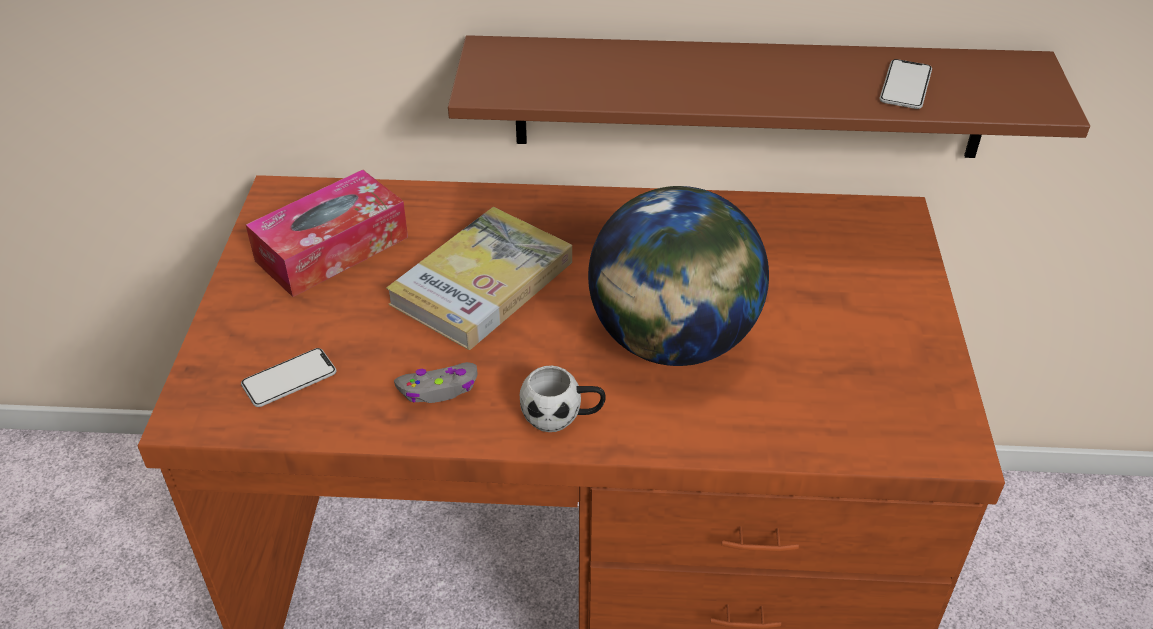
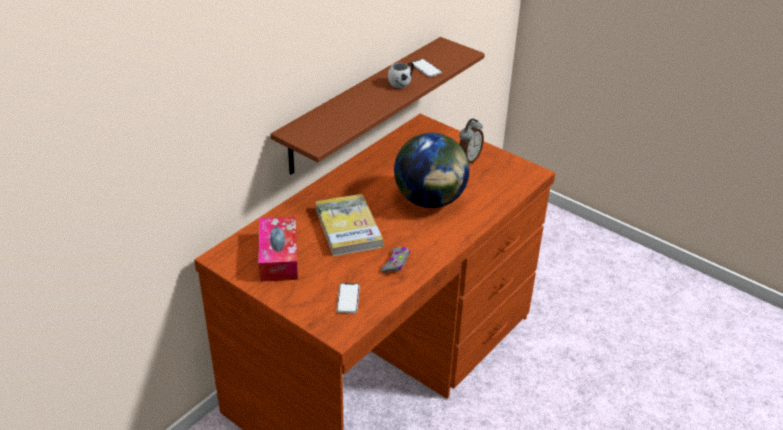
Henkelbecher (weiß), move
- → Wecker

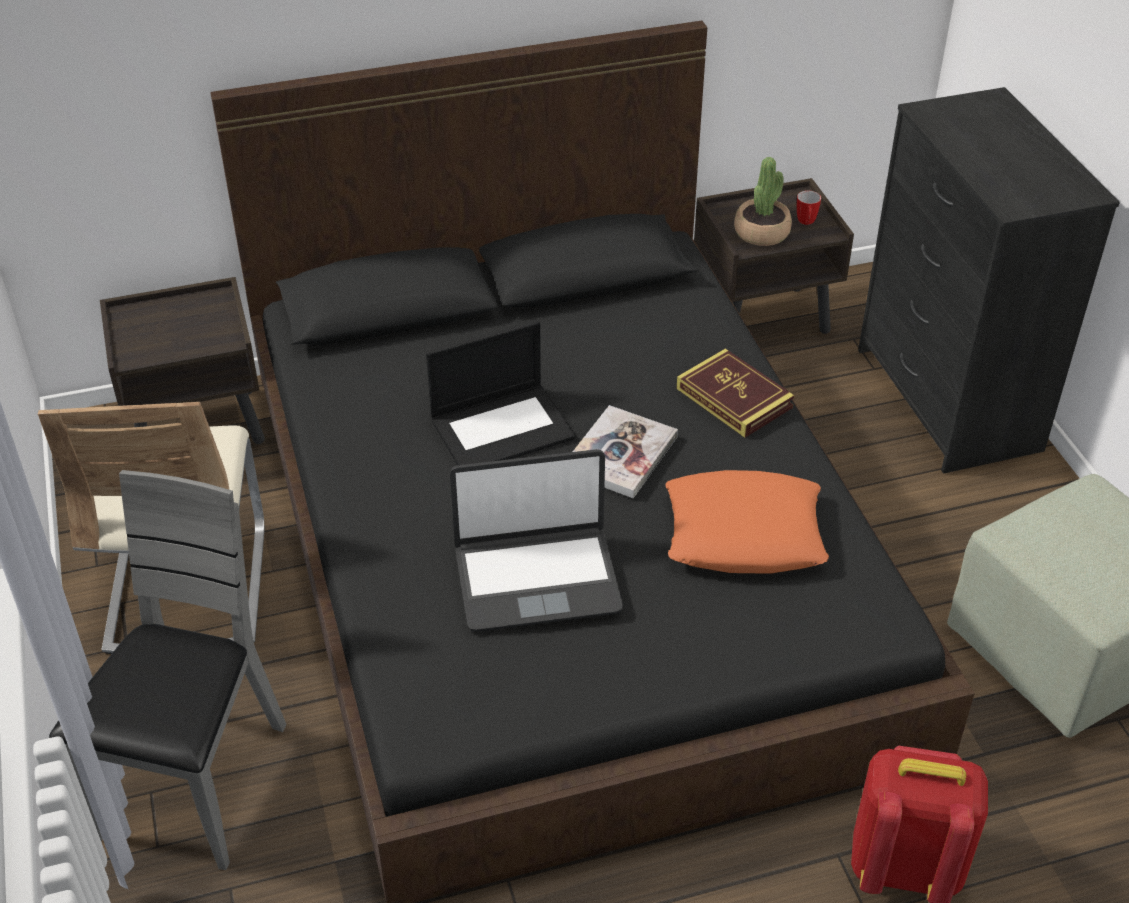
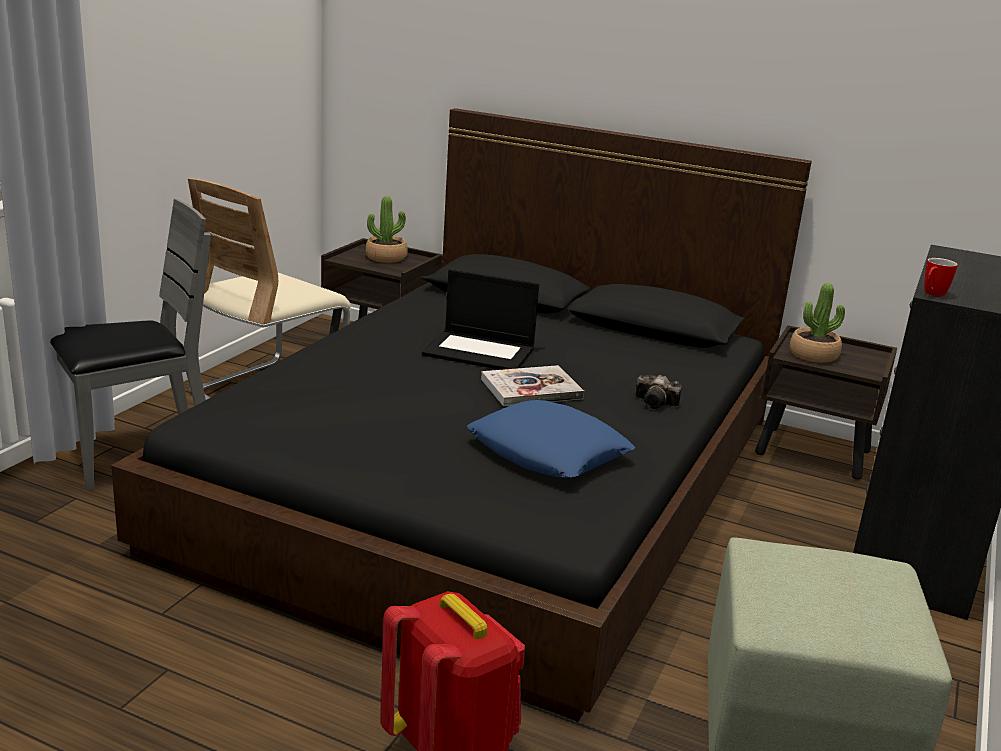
Laptop (2nd from left) → -
Kissen (orange) → Kissen (blau)
Buch (2nd from left) → Kamera
Henkelbecher, move
- → Topfpflanze (1st from left)

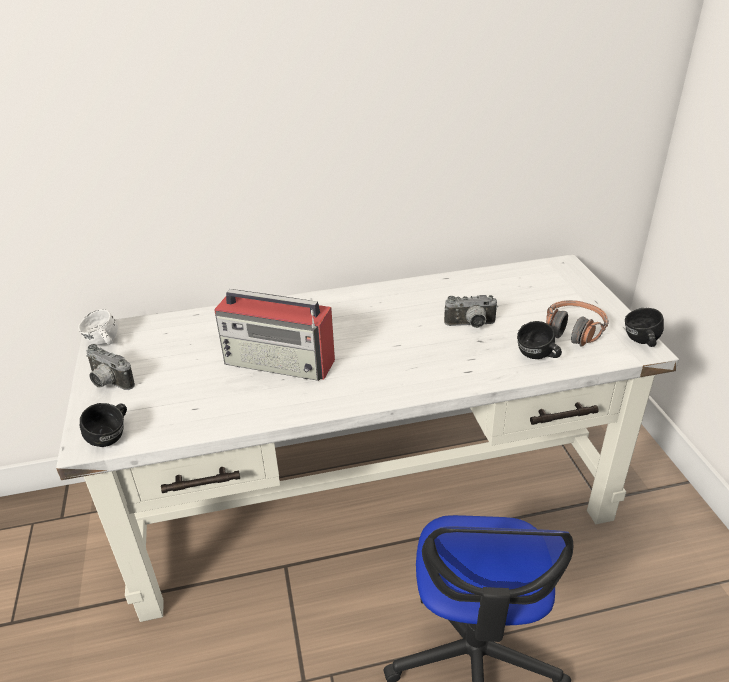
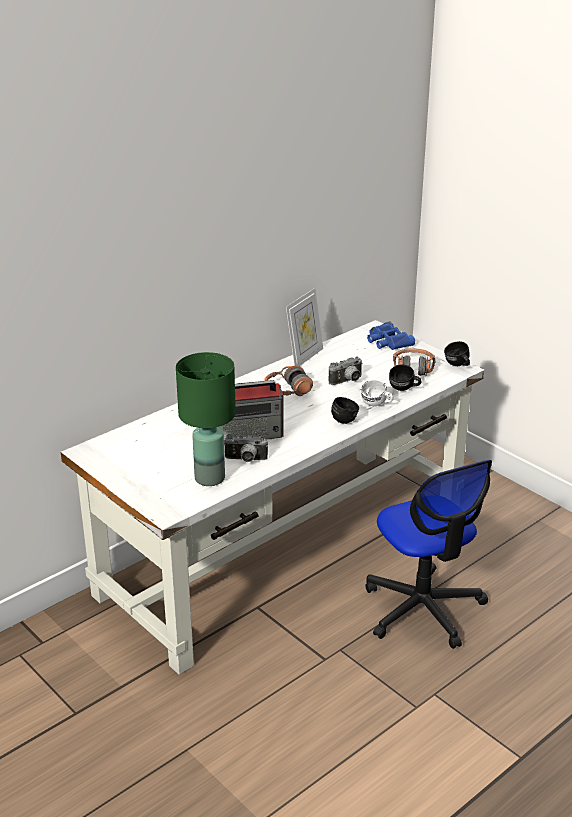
Henkelbecher (weiß), move
Henkelbecher (schwarz) (1st from left), move
Kamera (1st from left), move
- → Tischlampe (grün)
- → Kopfhörer (1st from left)
- → Bilderrahmen
- → Fernglas (blau)

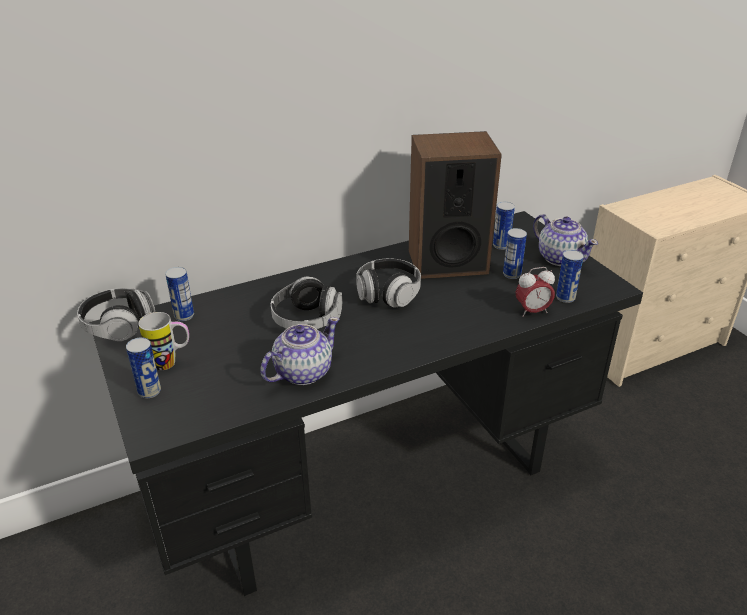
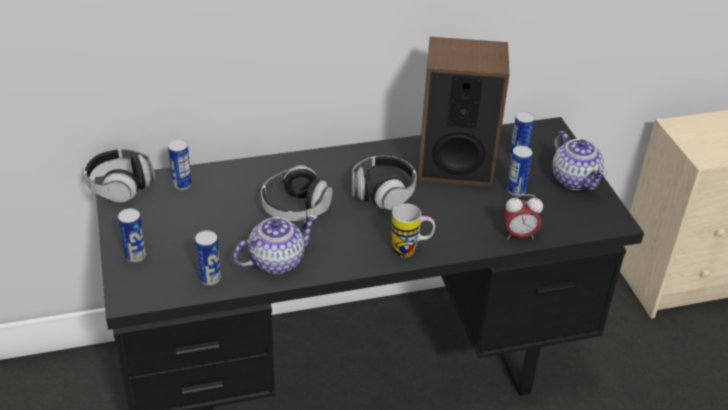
Henkelbecher, move
Dose (5th from left in the first image) → Dose (3rd from left), move

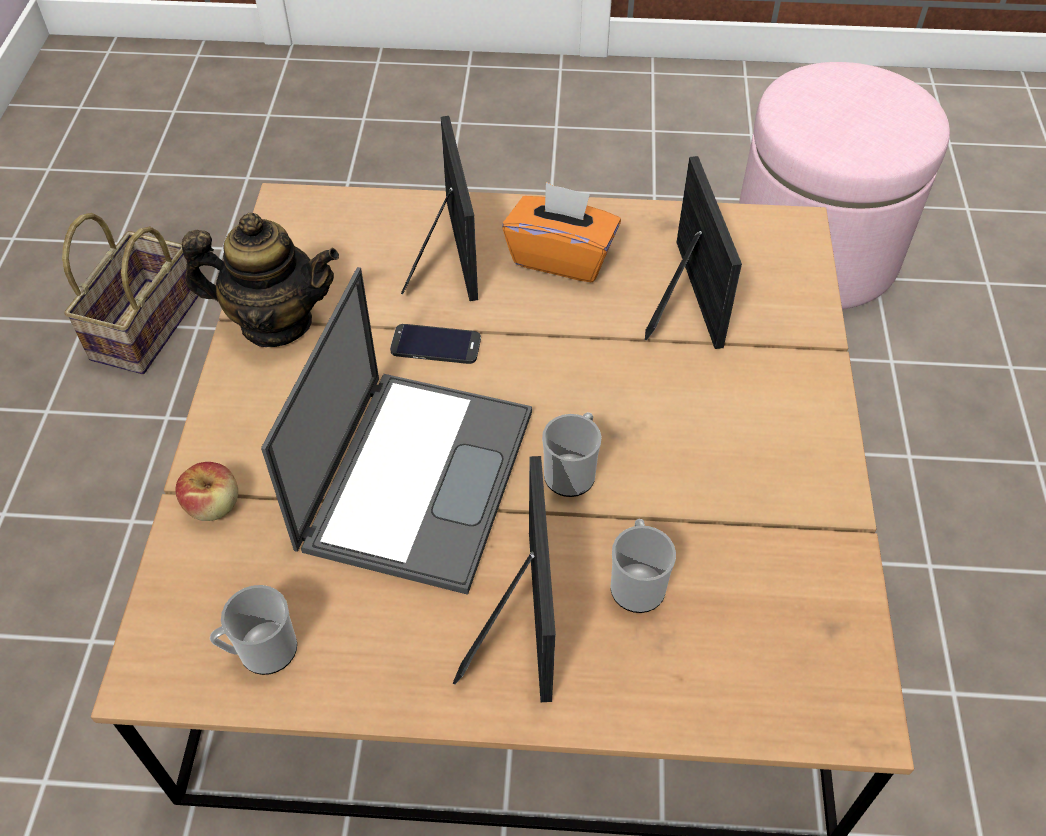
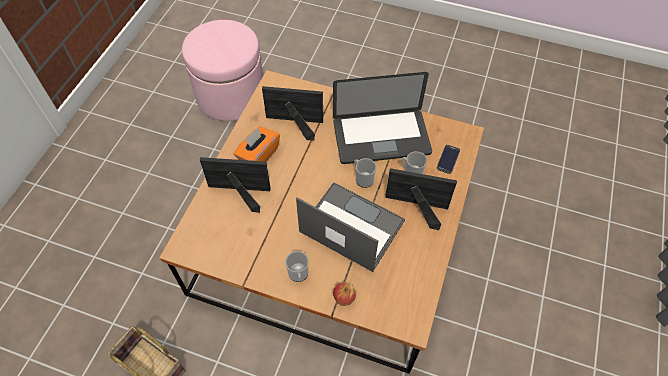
Teekanne → -
Henkelbecher (1st from left), move
Handy, move
- → Laptop (2nd from left)

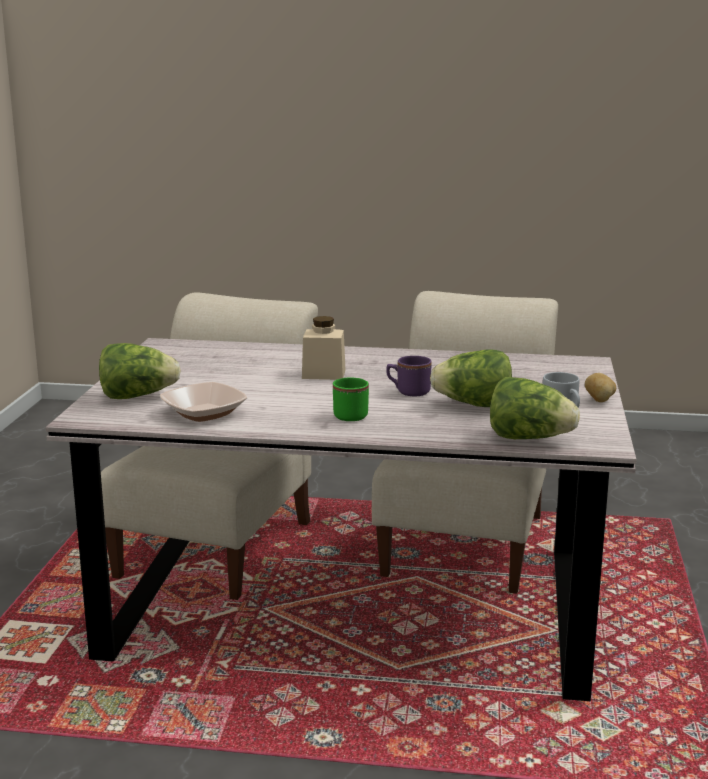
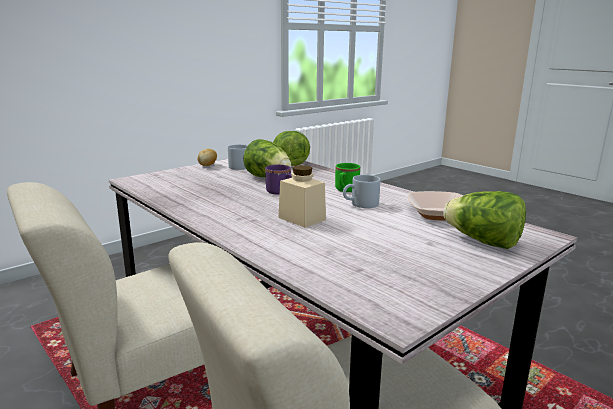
- → Henkelbecher (grau) (2nd from left)

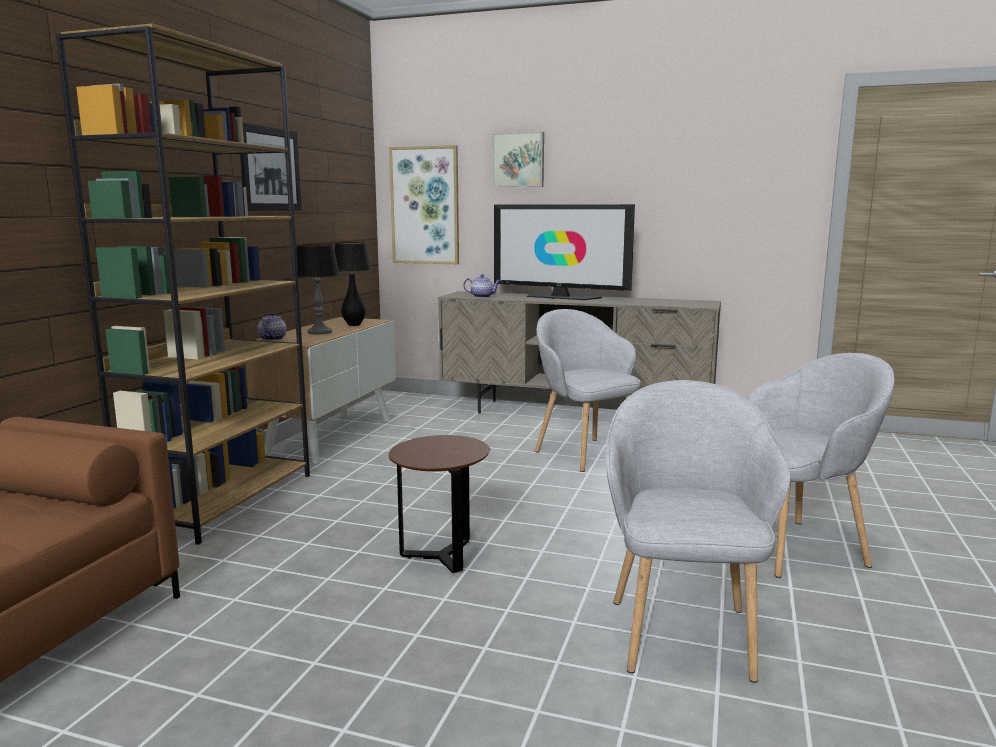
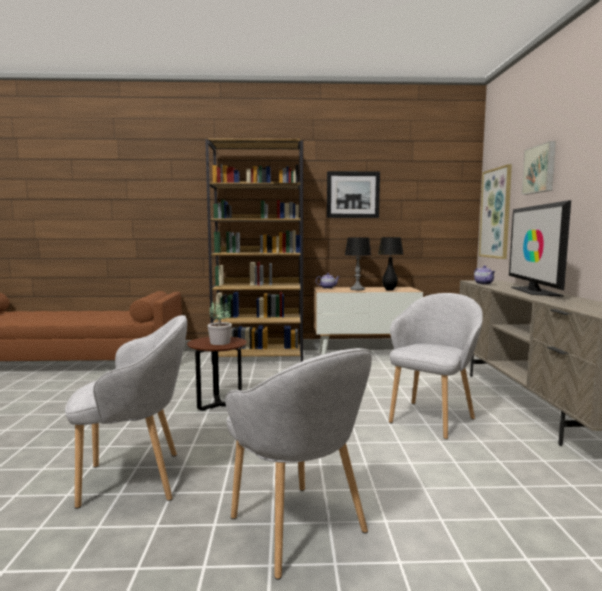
- → Topfpflanze

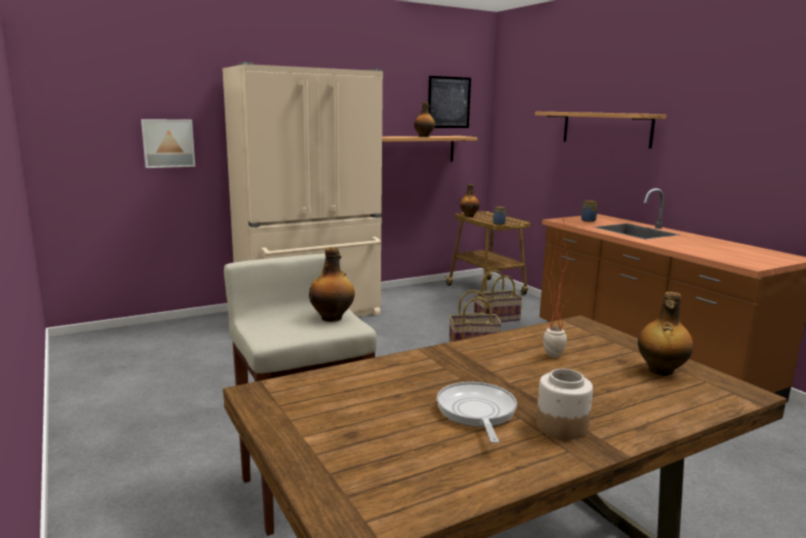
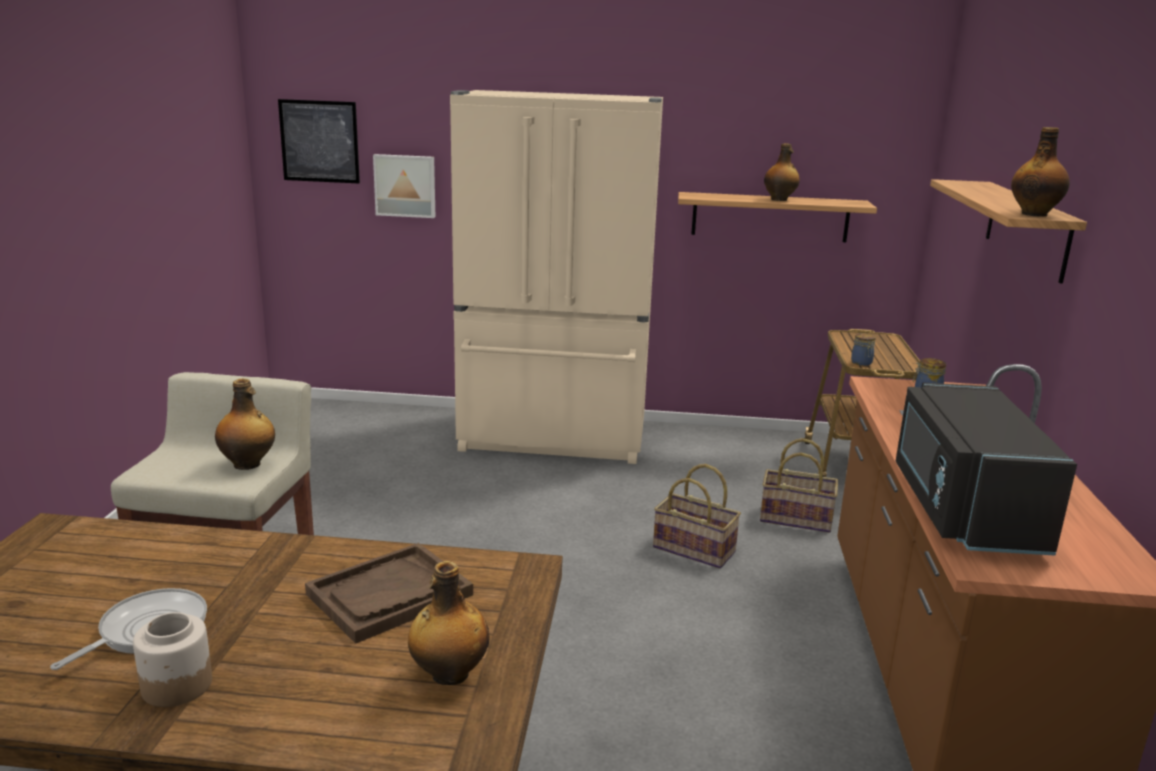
Bild (2nd from left in the first image) → Bild (1st from left), move
Flasche (3rd from left in the first image) → Flasche (4th from left), move
Topfpflanze → Tablett (braun)
- → Mikrowelle (schwarz)

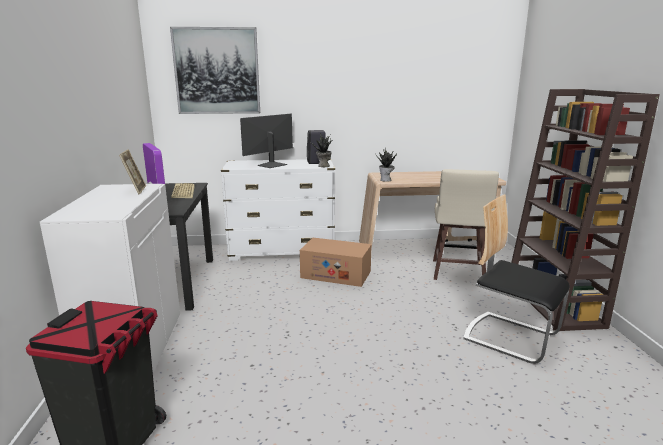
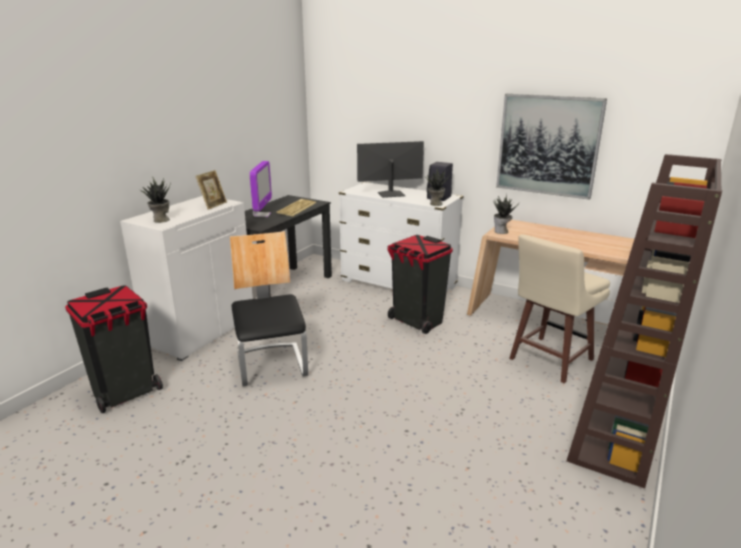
Bild, move
Karton → Mülleimer (schwarz) (2nd from left)
Stuhl, move
- → Topfpflanze (1st from left)

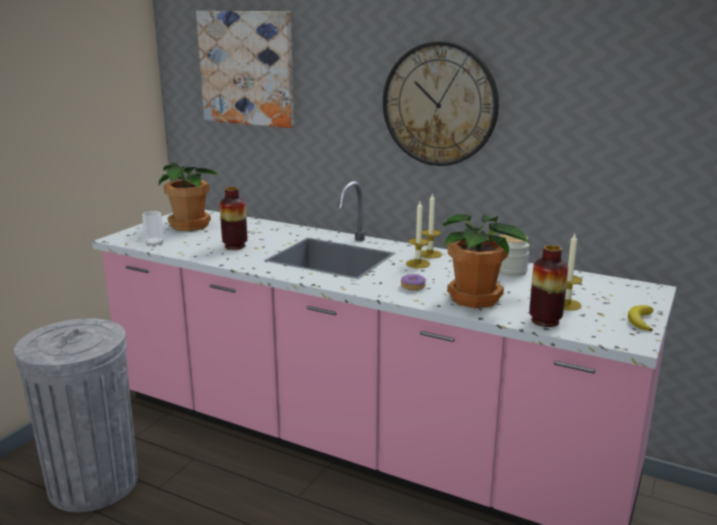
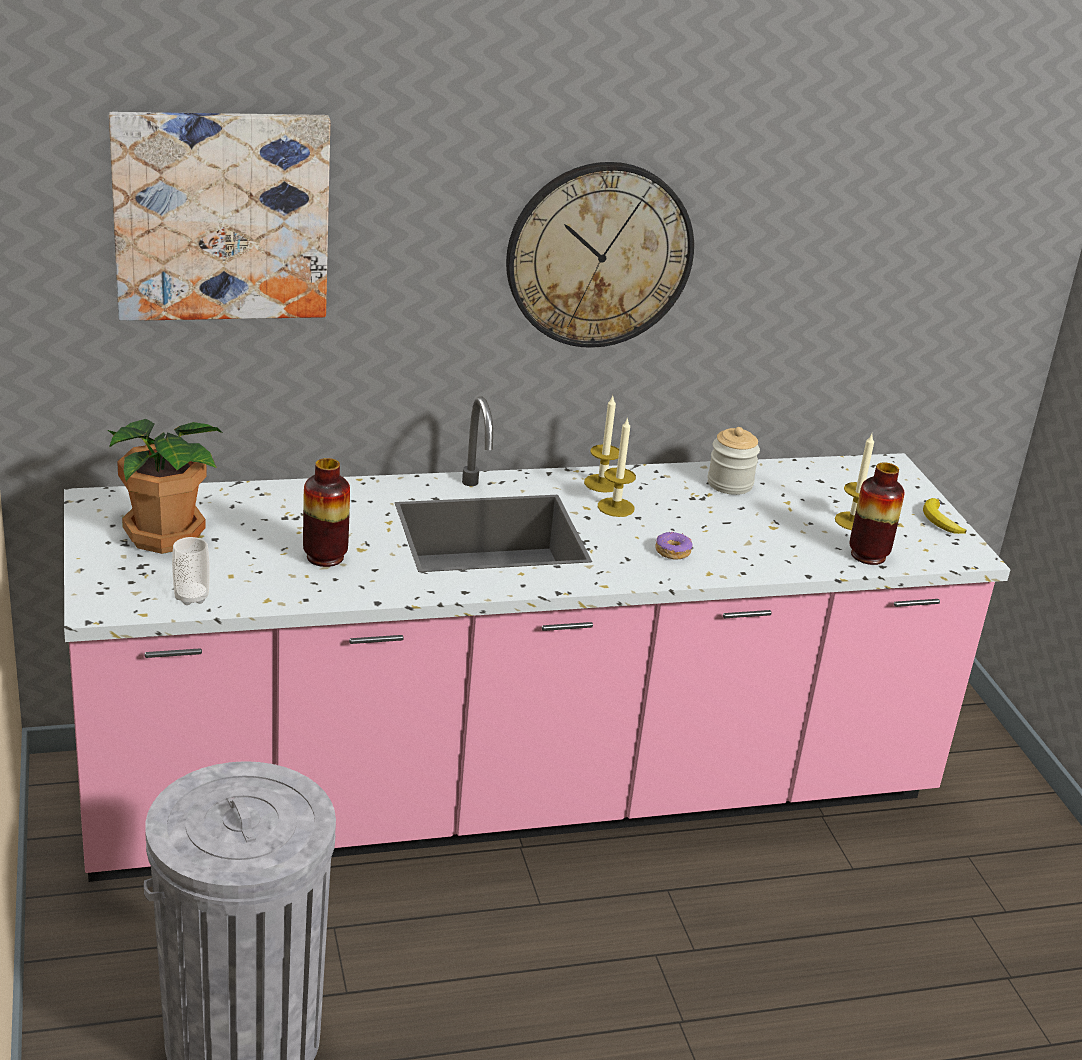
Topfpflanze (2nd from left) → -

